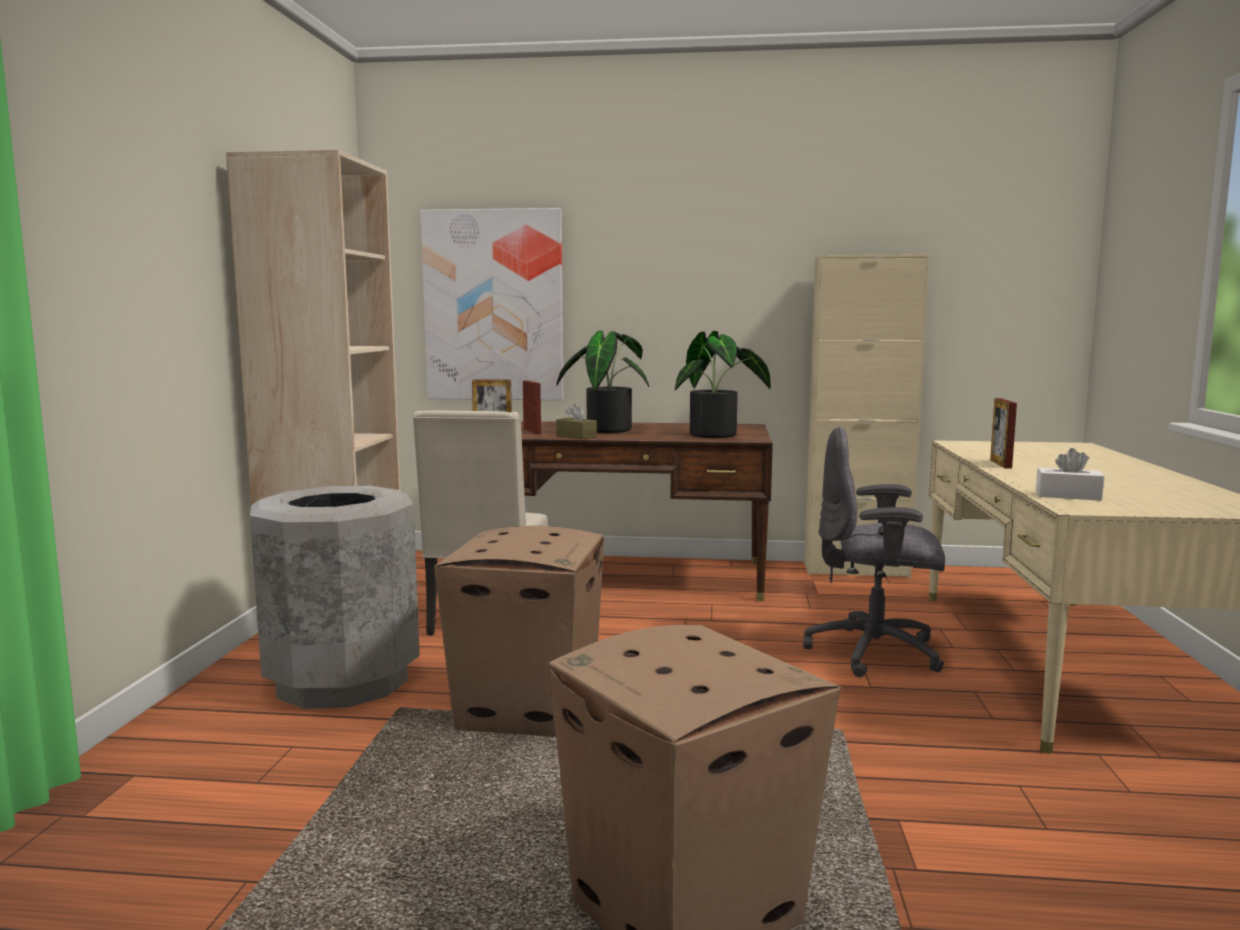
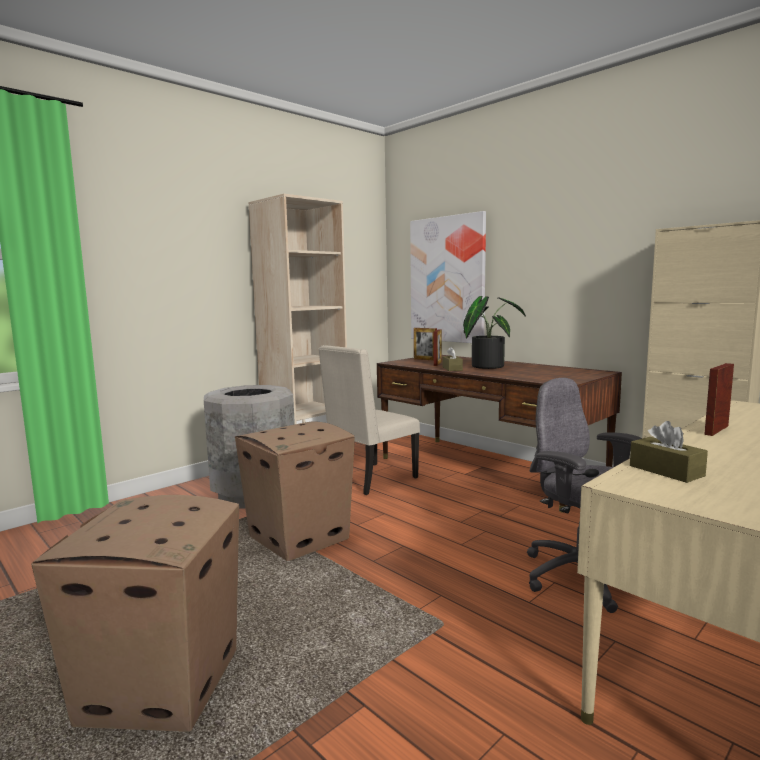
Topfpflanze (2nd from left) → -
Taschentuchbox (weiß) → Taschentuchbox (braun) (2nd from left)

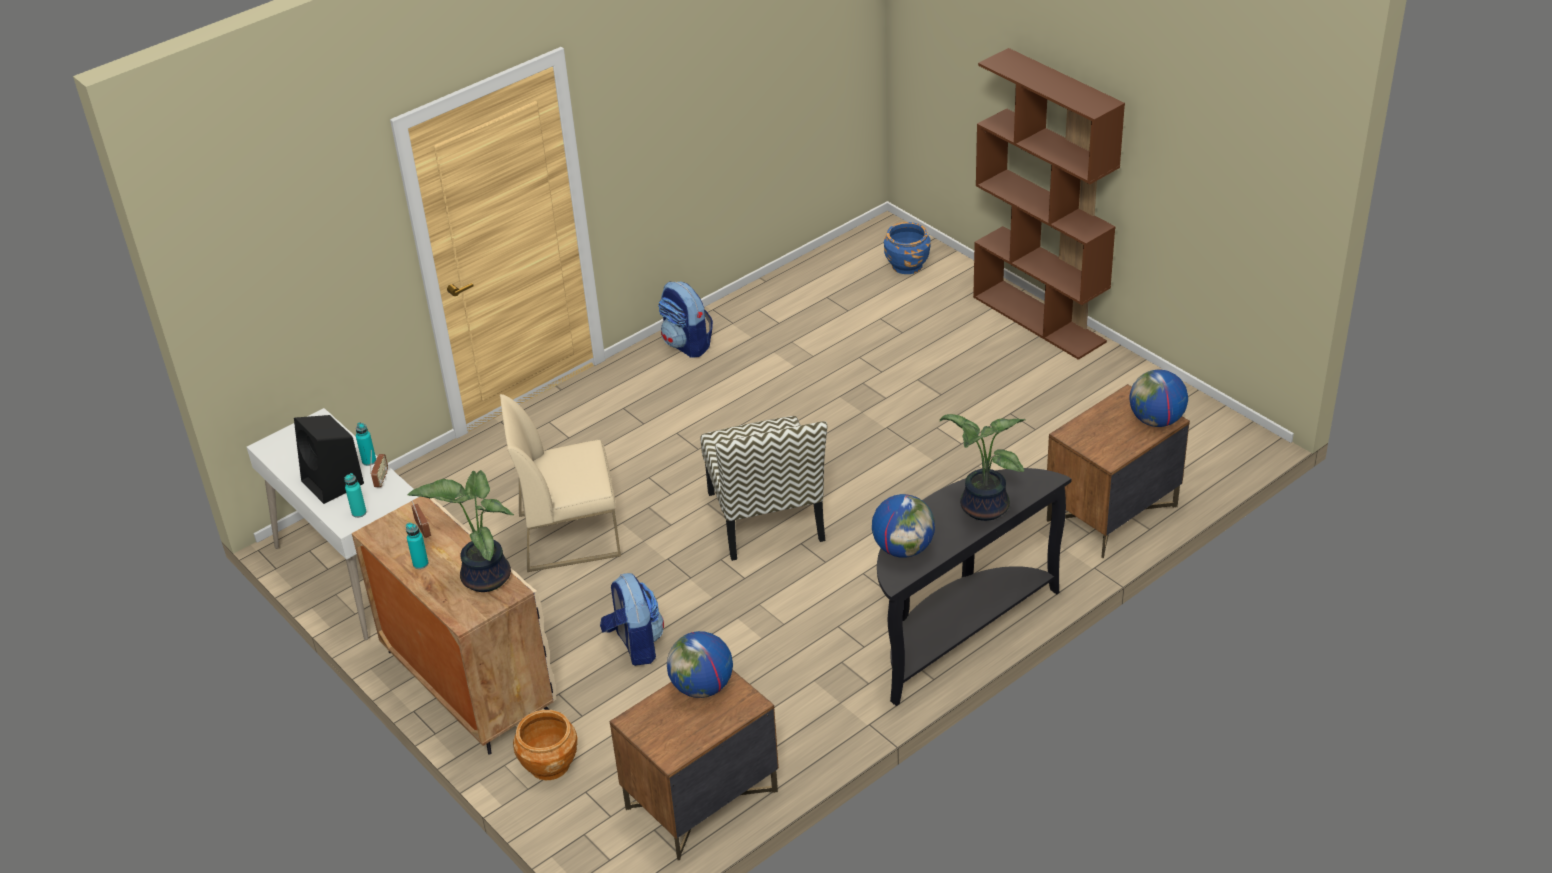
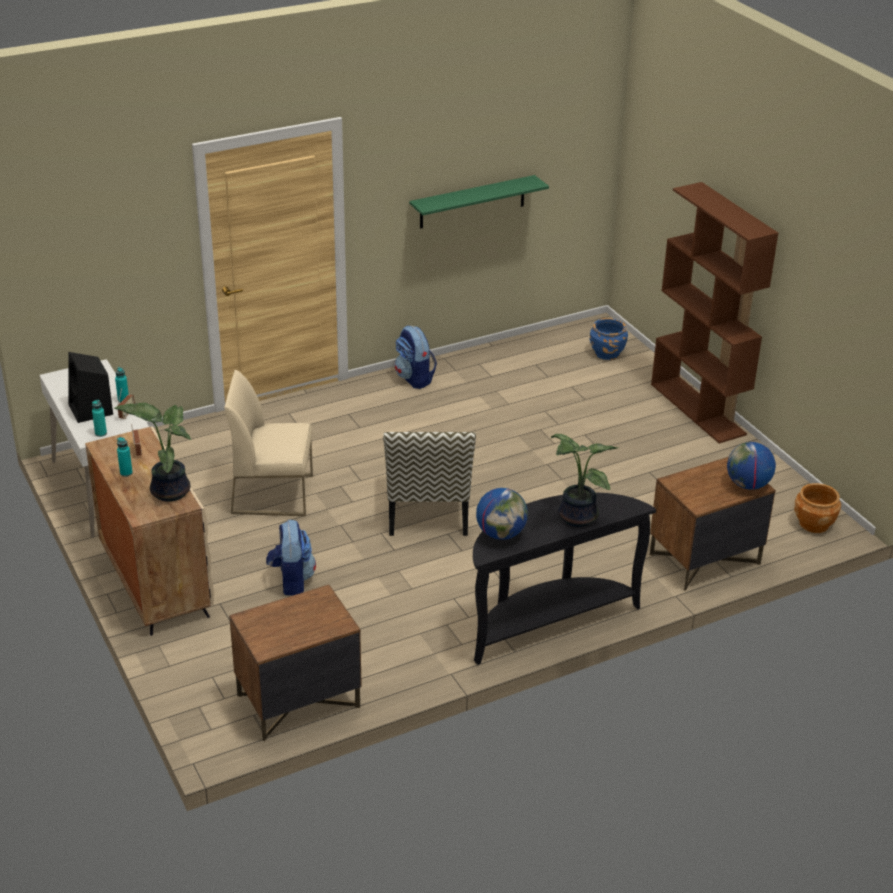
Pflanzkübel (braun), move
Globus (1st from left) → -
- → Wandregal (grün)

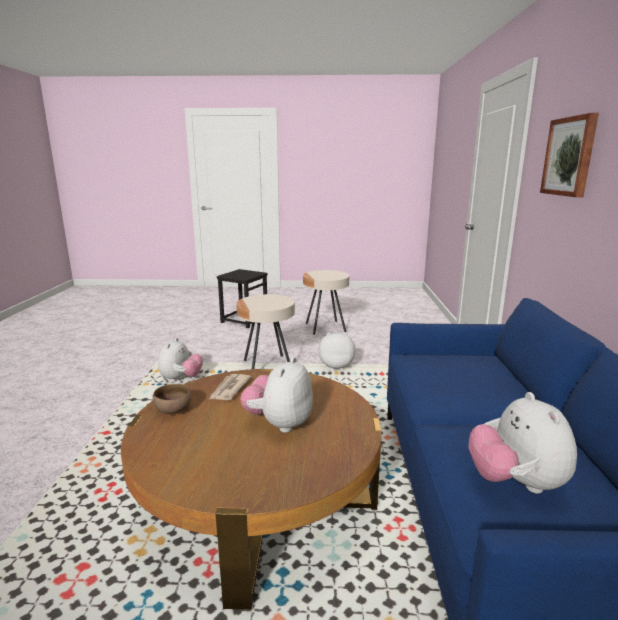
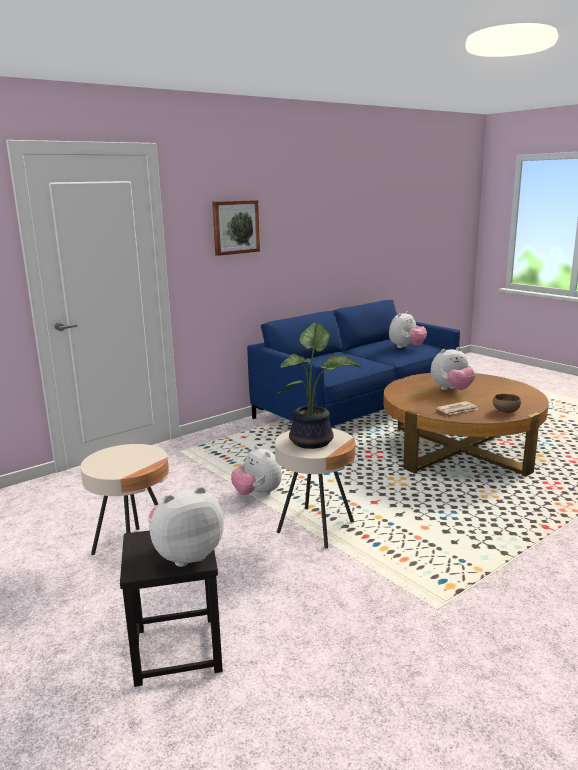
Plüschtier (1st from left), move
- → Topfpflanze

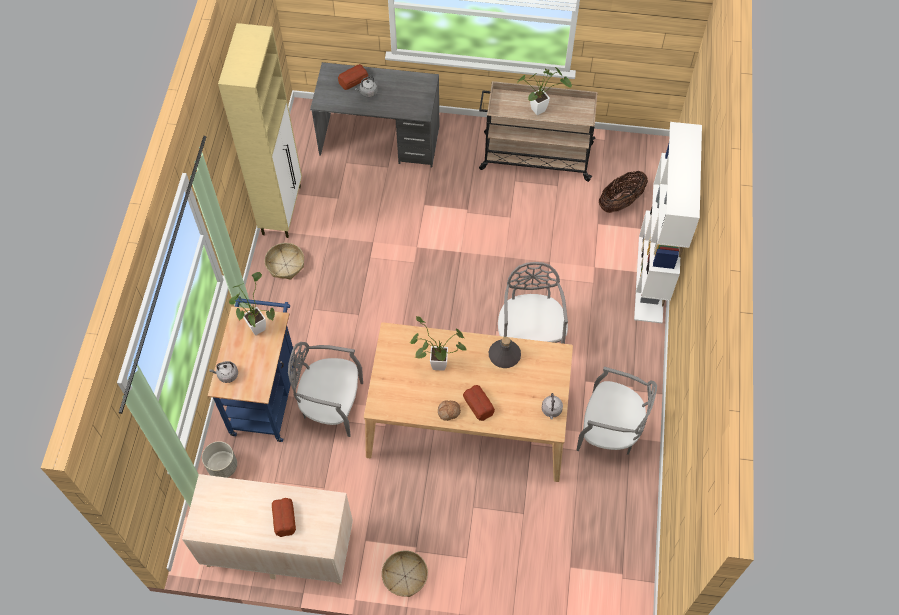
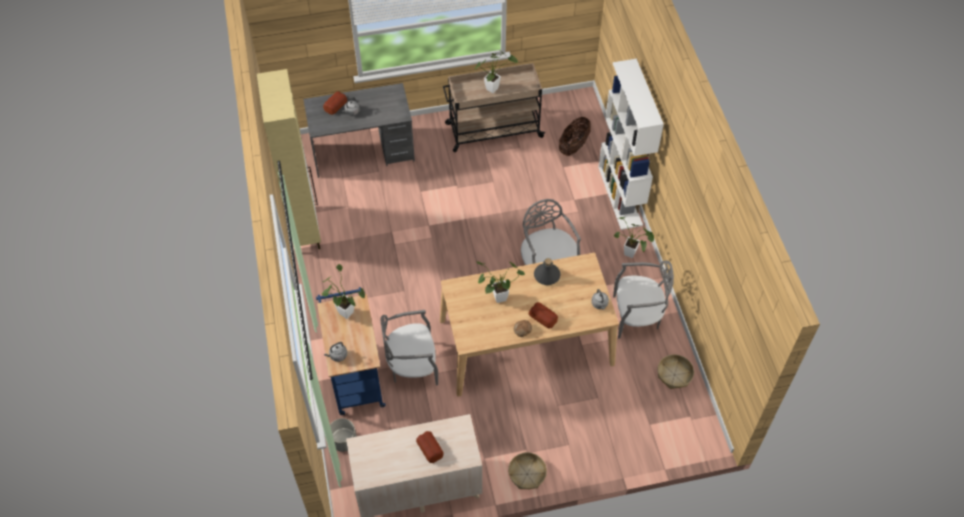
Korb (1st from left in the first image) → Korb (3rd from left), move
- → Topfpflanze (4th from left)

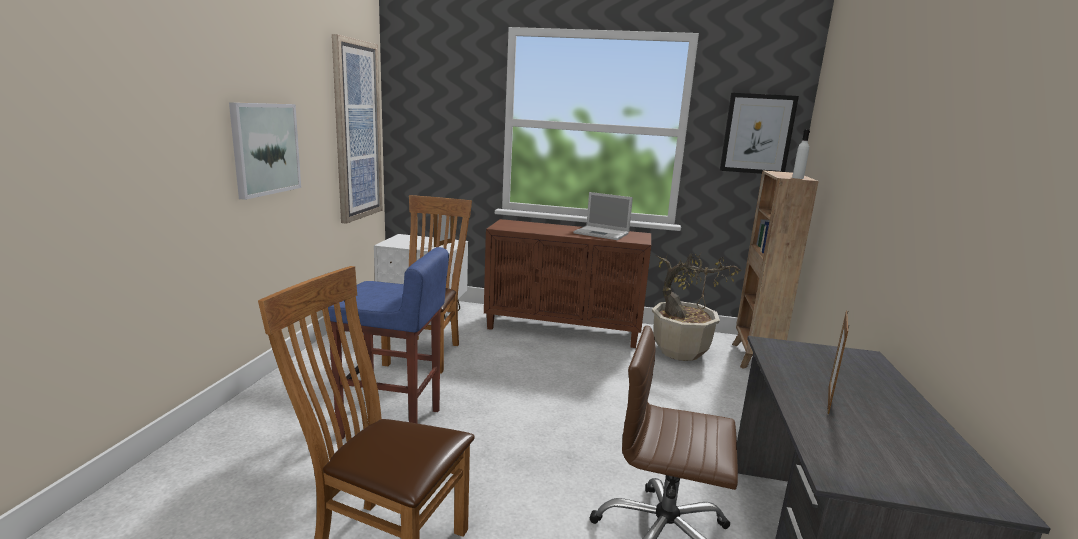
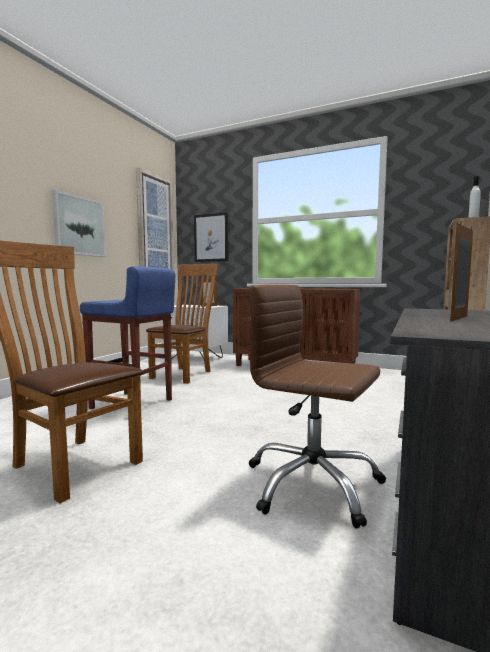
Laptop → -
Topfpflanze → -
Bild (3rd from left), move

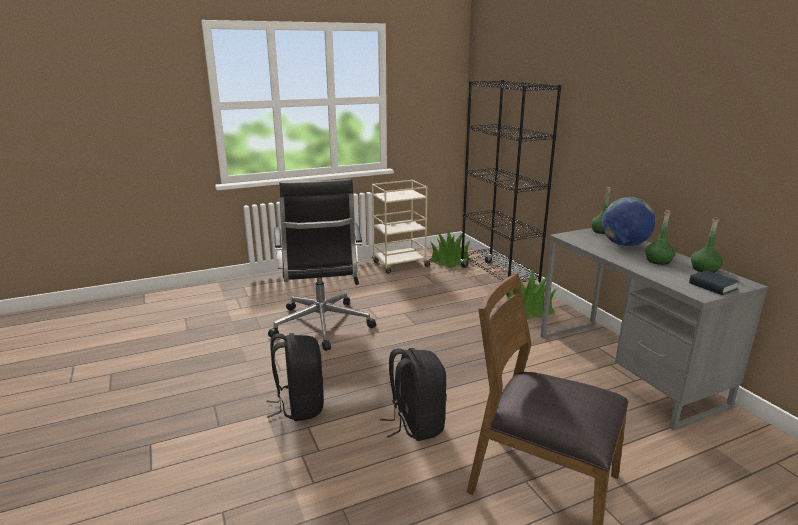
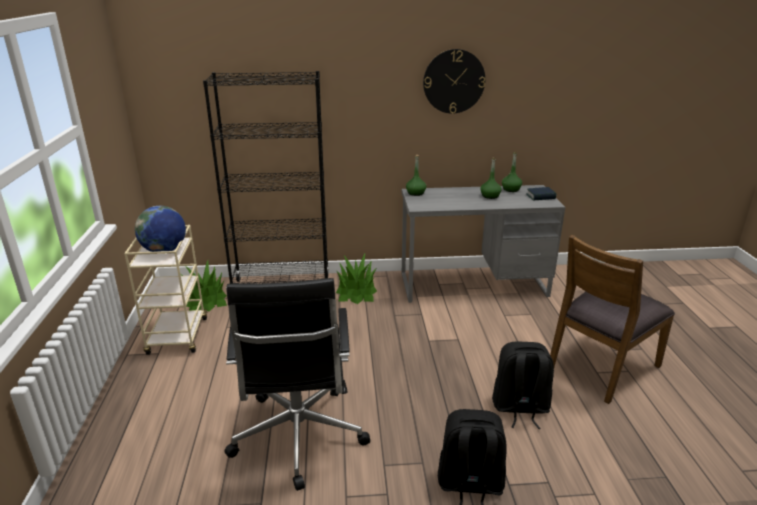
Bürostuhl (schwarz), 75 degrees clockwise
Globus, move
- → Wanduhr

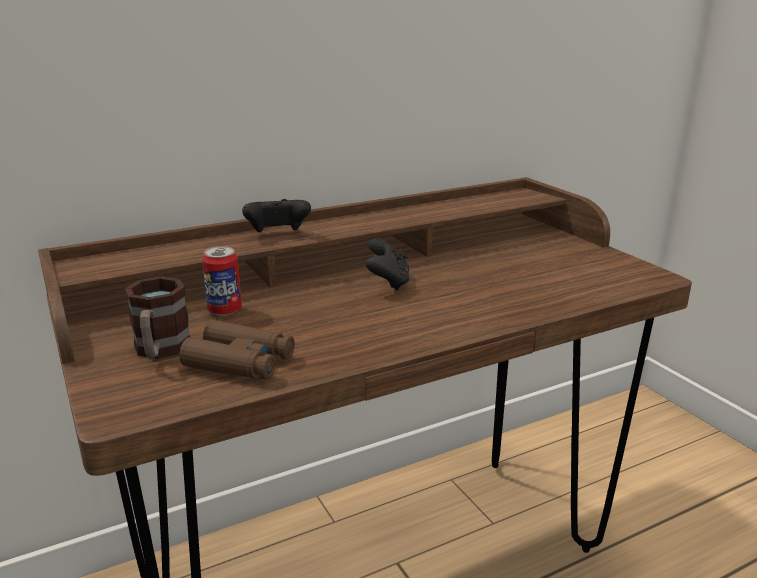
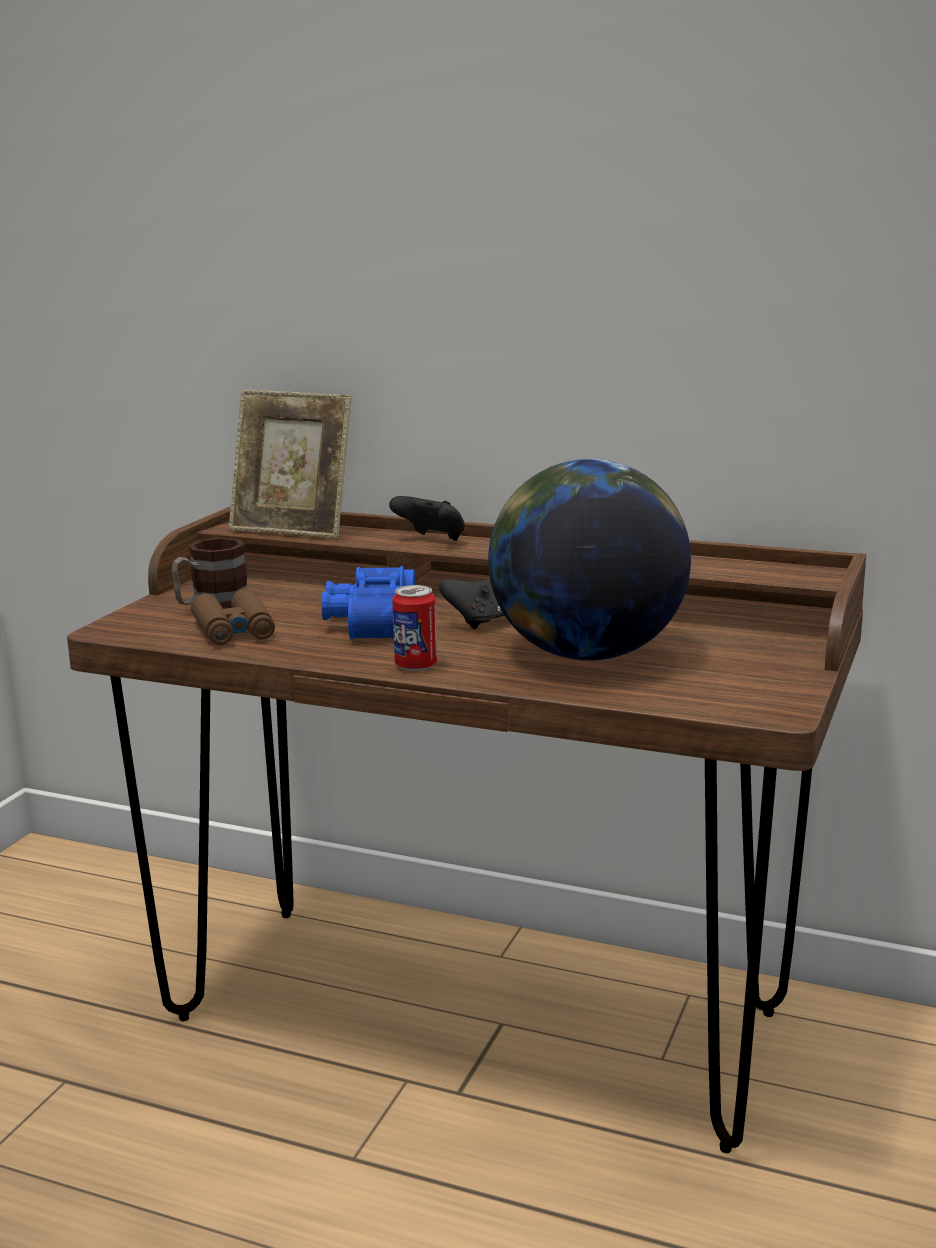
Dose, move
- → Bilderrahmen
- → Fernglas (blau)
- → Globus

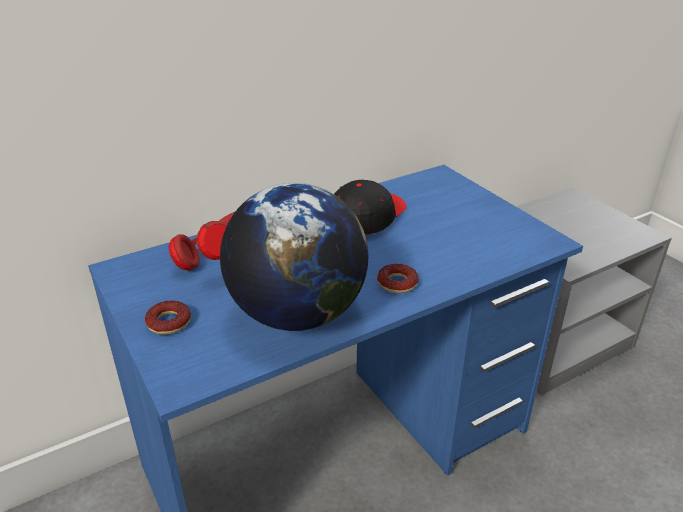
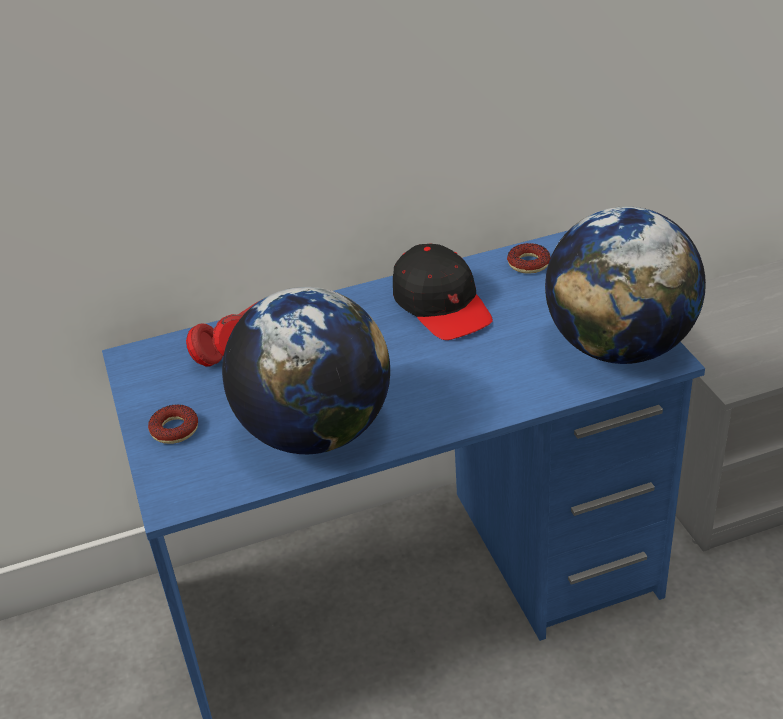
Kappe (schwarz), 105 degrees clockwise
Donut (2nd from left), move
- → Globus (2nd from left)

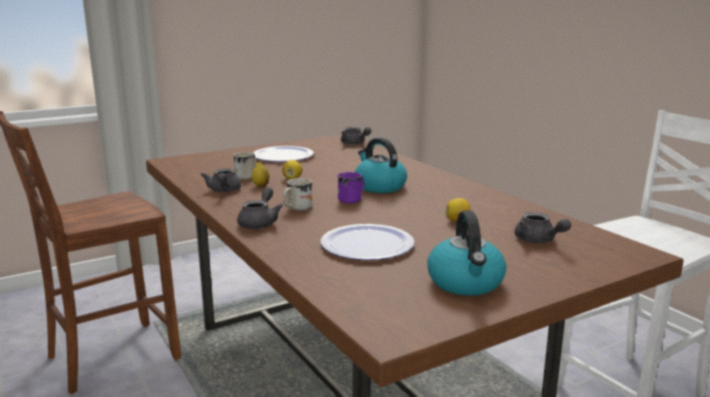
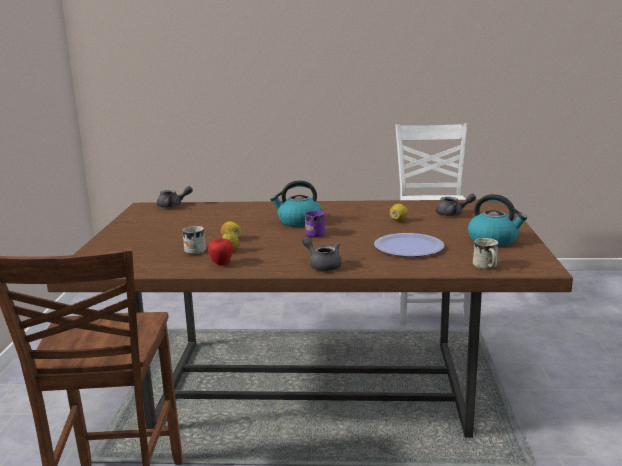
Teekanne (grau) (1st from left) → Apfel
Teller (1st from left) → -
Henkelbecher (weiß) (2nd from left), move

